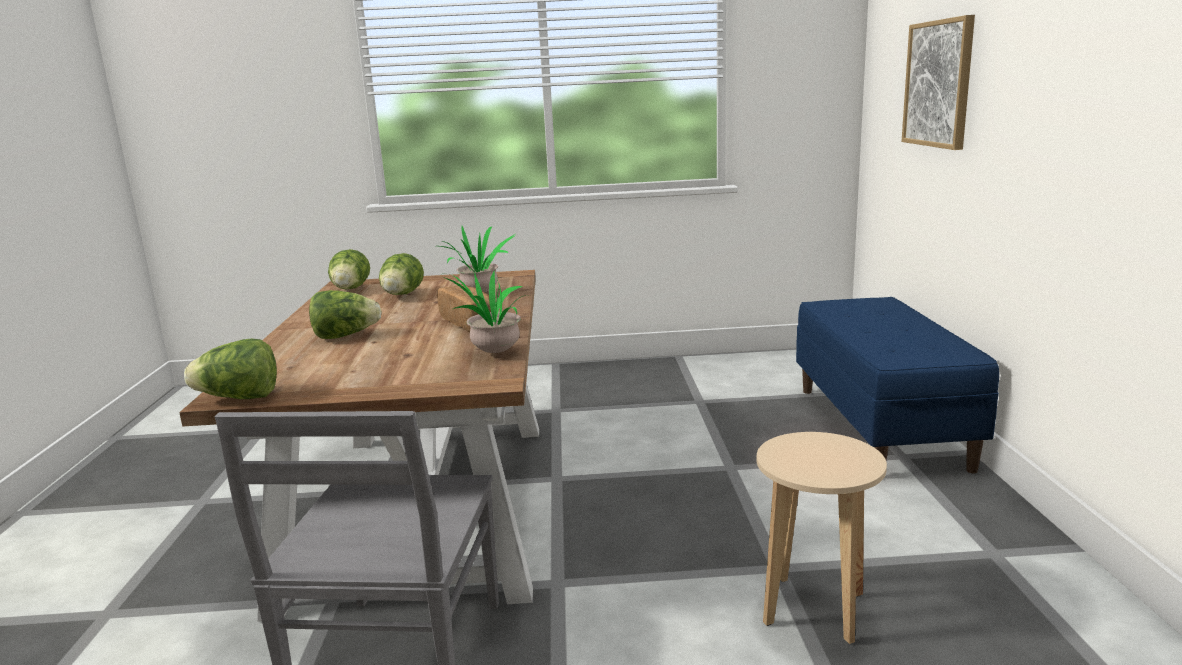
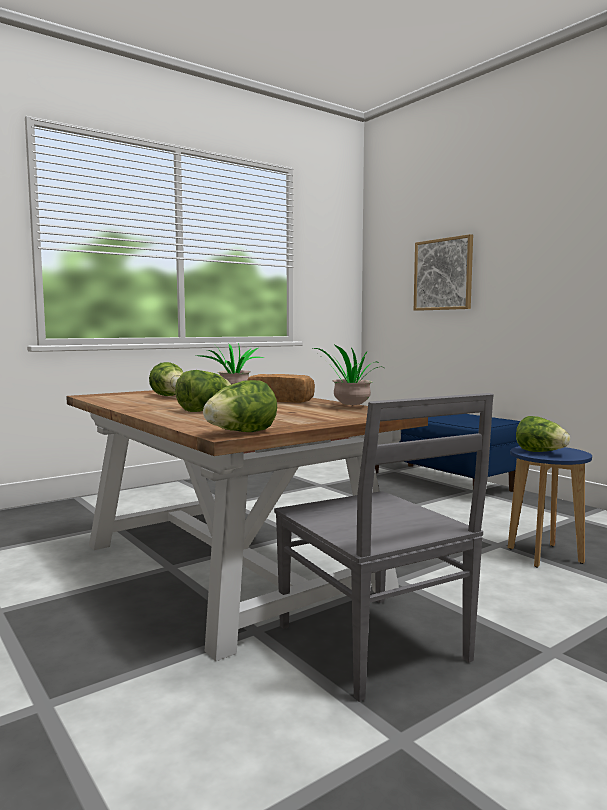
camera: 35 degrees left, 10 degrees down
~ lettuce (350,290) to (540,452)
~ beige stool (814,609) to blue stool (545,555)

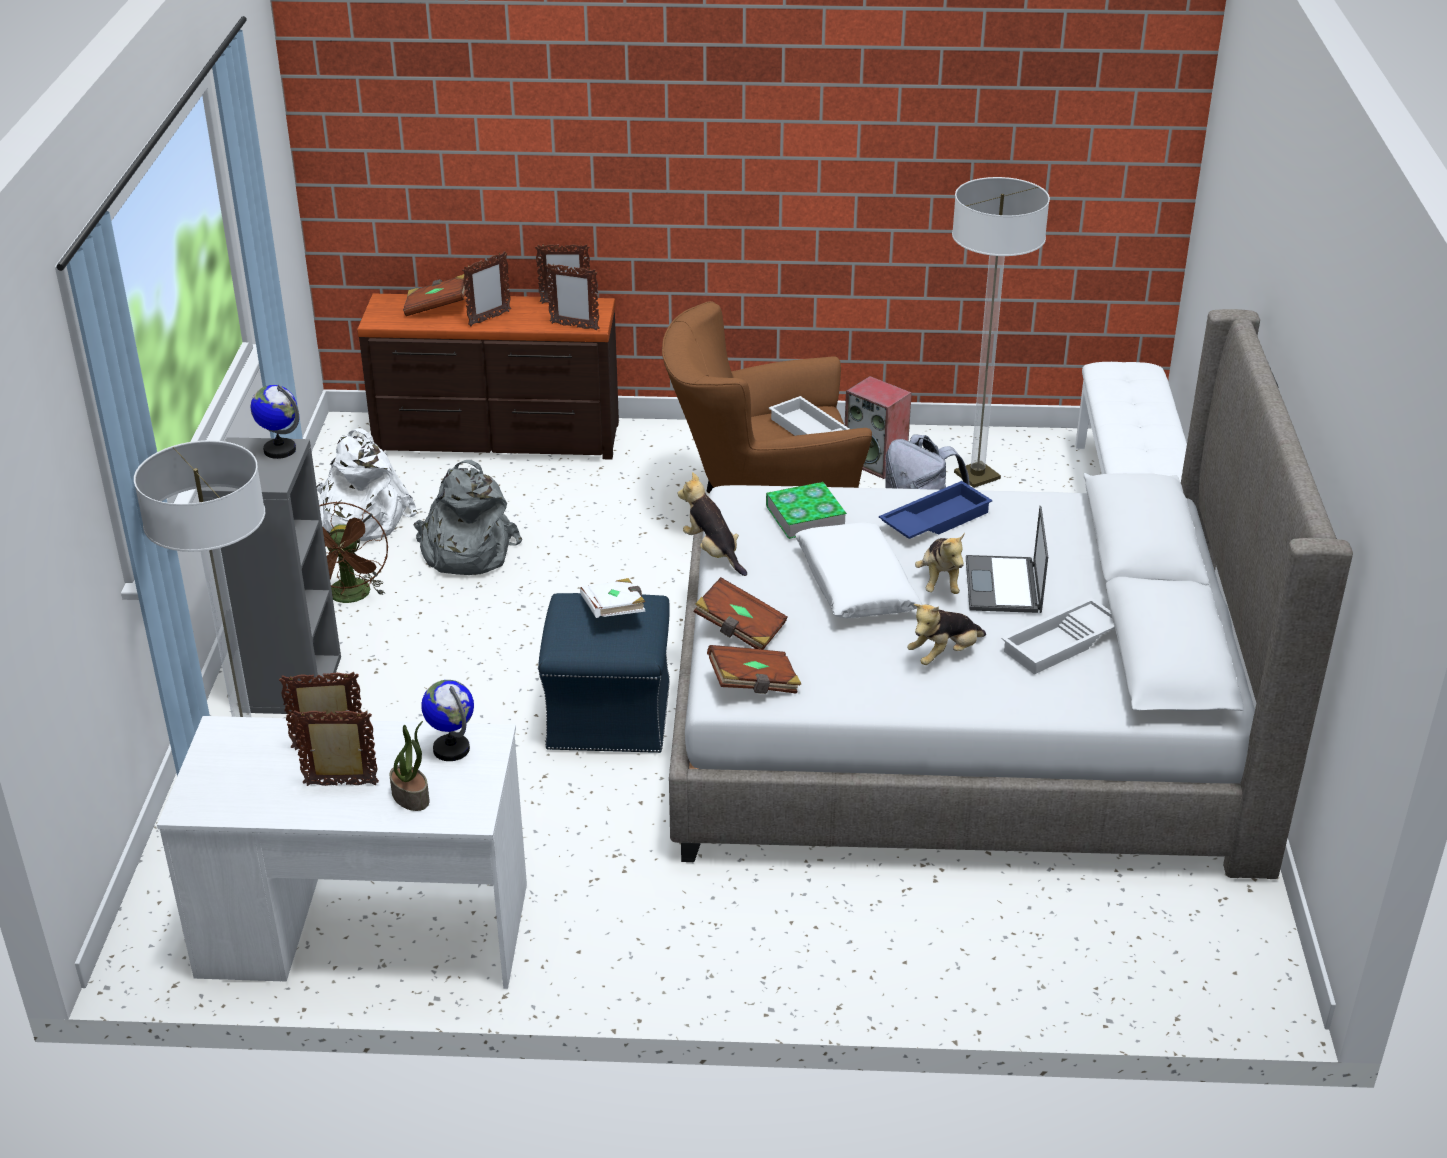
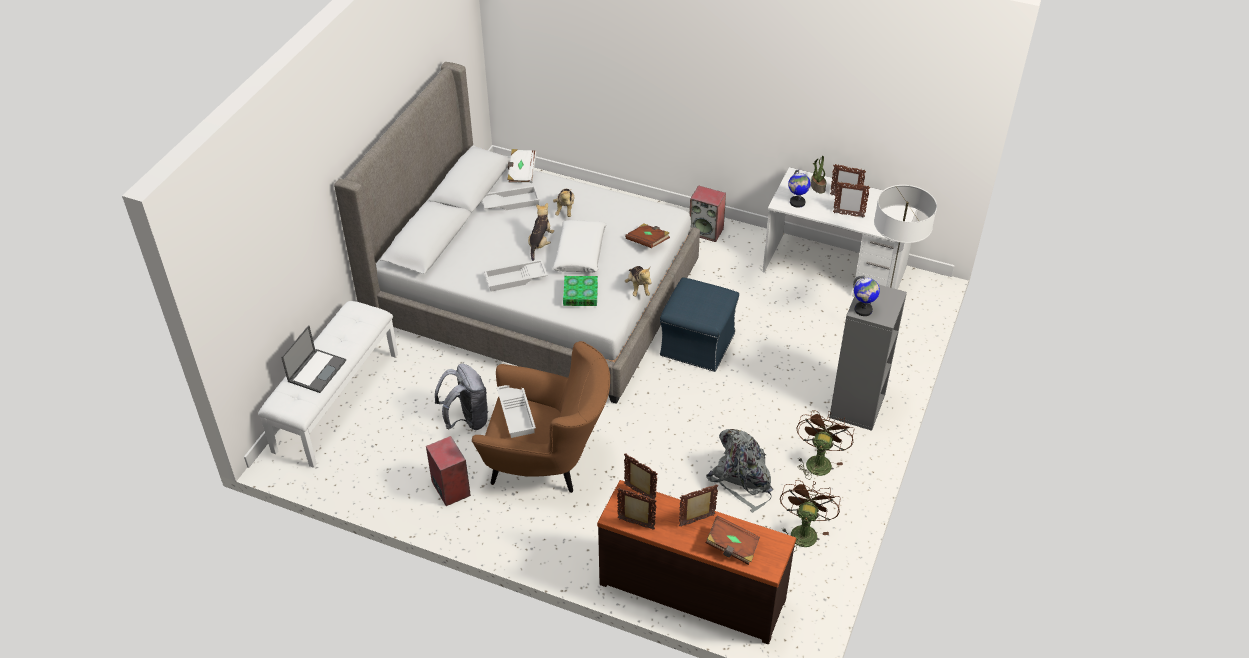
camera: 160 degrees left, 10 degrees up
~ white backpack (360,518) to brown fan (803,531)
~ white book (614,612) to (521,173)
- brown book (754,684)
~ blue tray (934,519) to white tray (515,279)
~ plush toy (944,654) = (565,209) 105 degrees clockwise
- floor lamp (977,476)
~ laptop (1003,586) to (317,370)
+ speaker (706,231)

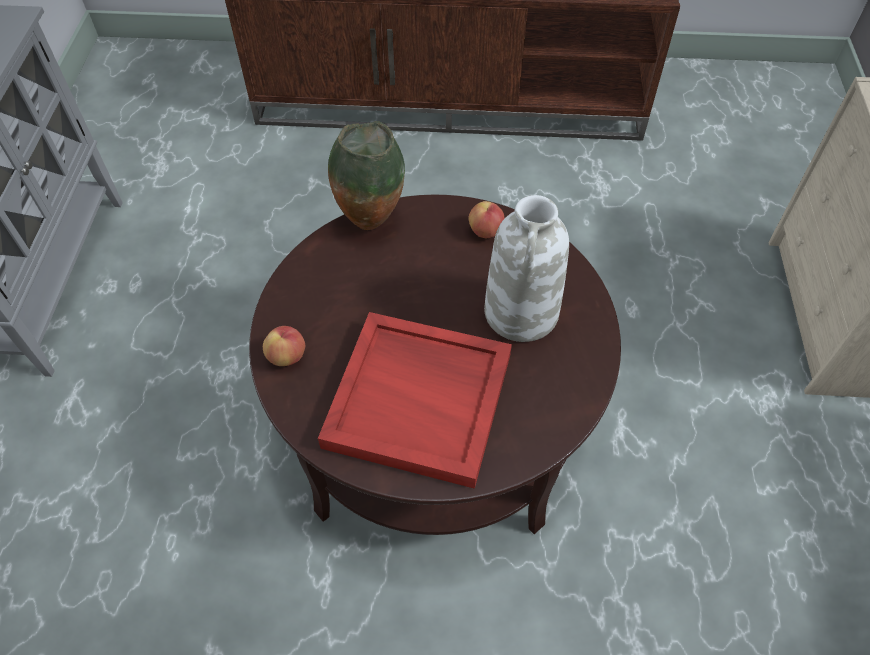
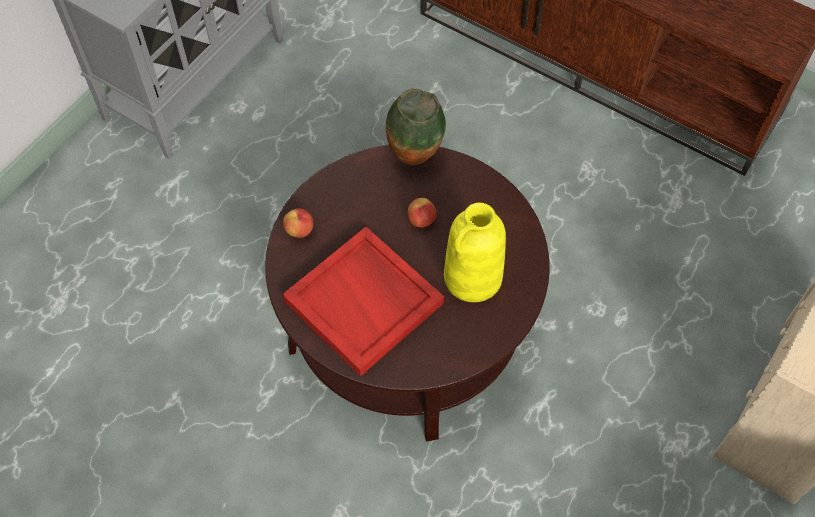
camera: 30 degrees right, 5 degrees up
~ apple (485,231) to (421,220)
~ white vase (522,313) to yellow vase (472,278)

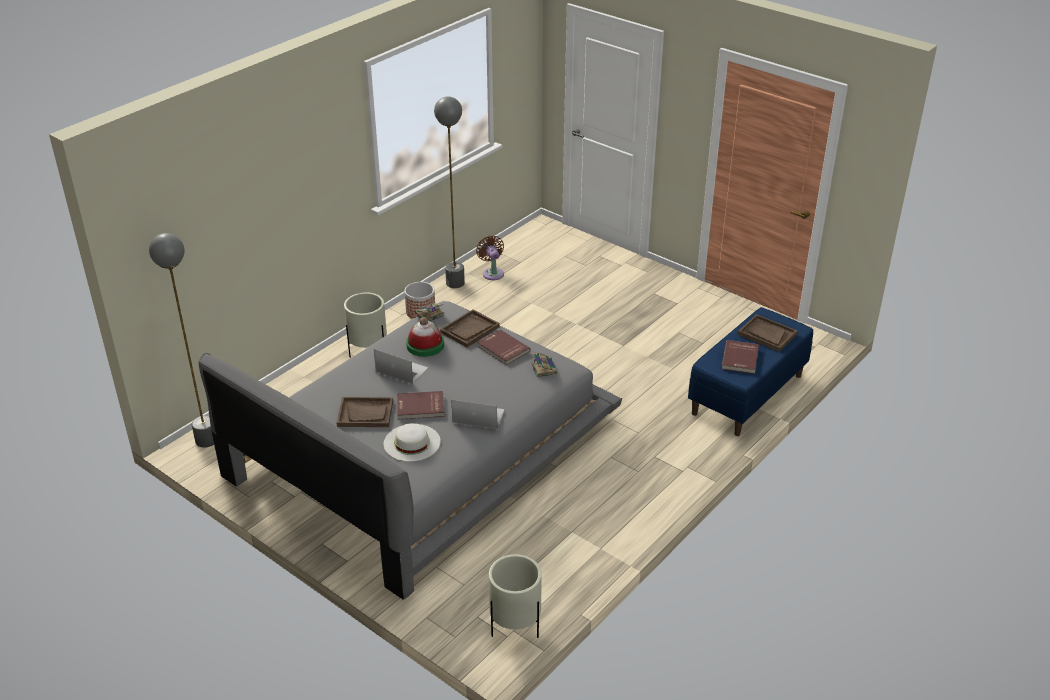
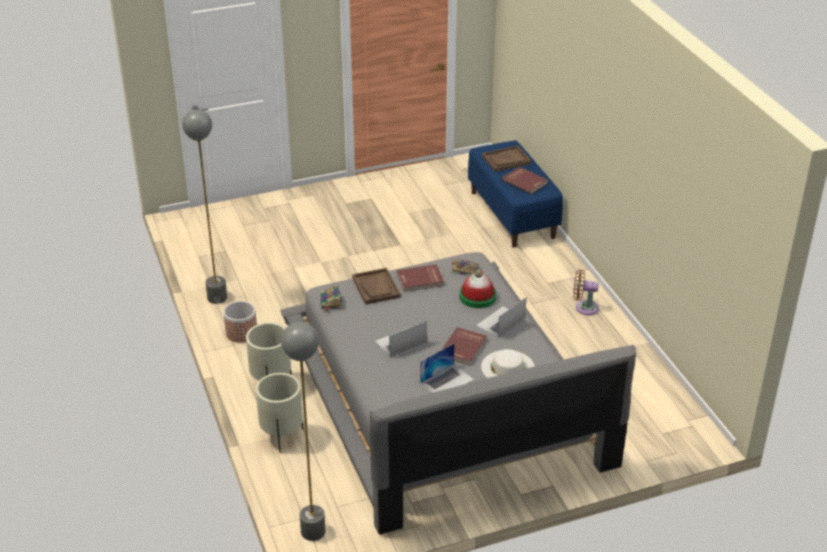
camera: 60 degrees left, 0 degrees up
~ brown tray (365,413) to laptop (447,381)
~ hat (425,345) to (477,297)
~ brown fan (492,273) to (584,307)
~ beige planter (515,626) to (282,436)

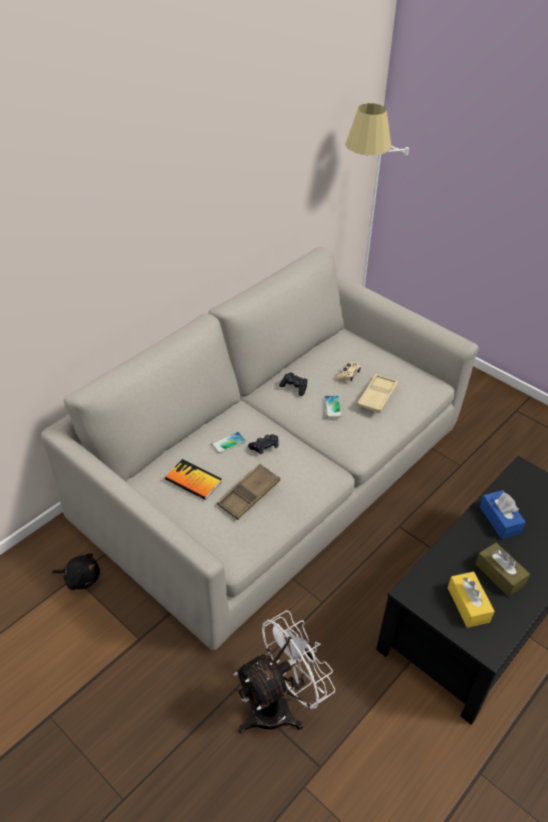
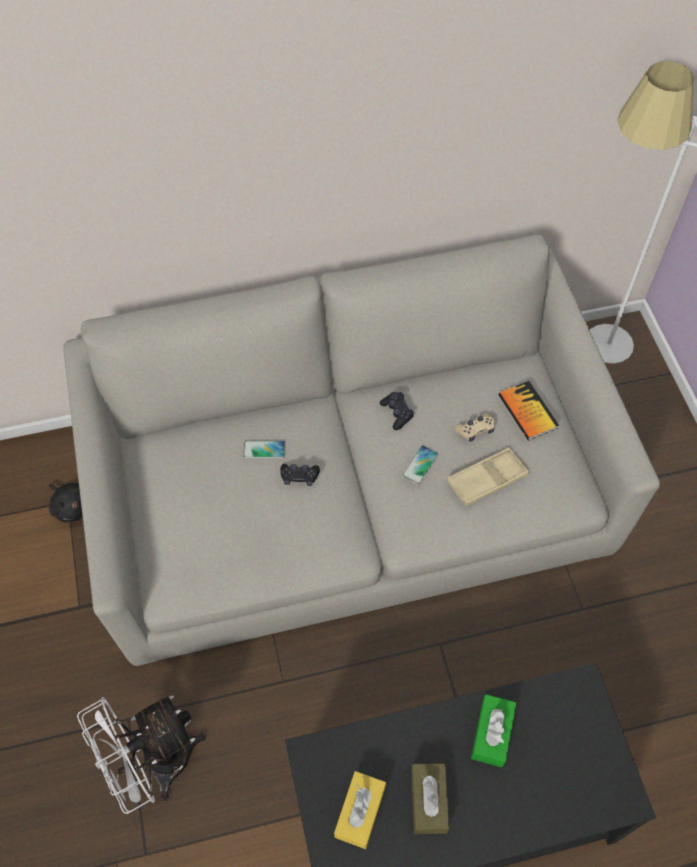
camera: 35 degrees right, 15 degrees up
~ book (193,480) to (527,411)
- brown tray (249,495)
~ white fan (279,705) = (155,765) 150 degrees clockwise
~ blue tissue box (499,520) to green tissue box (492,733)

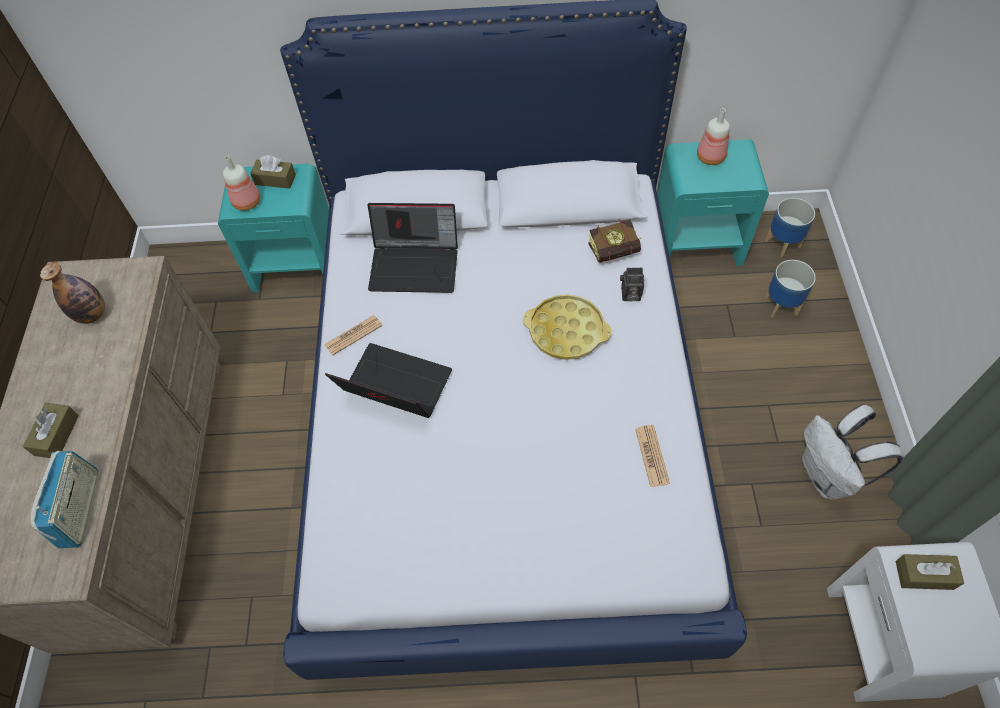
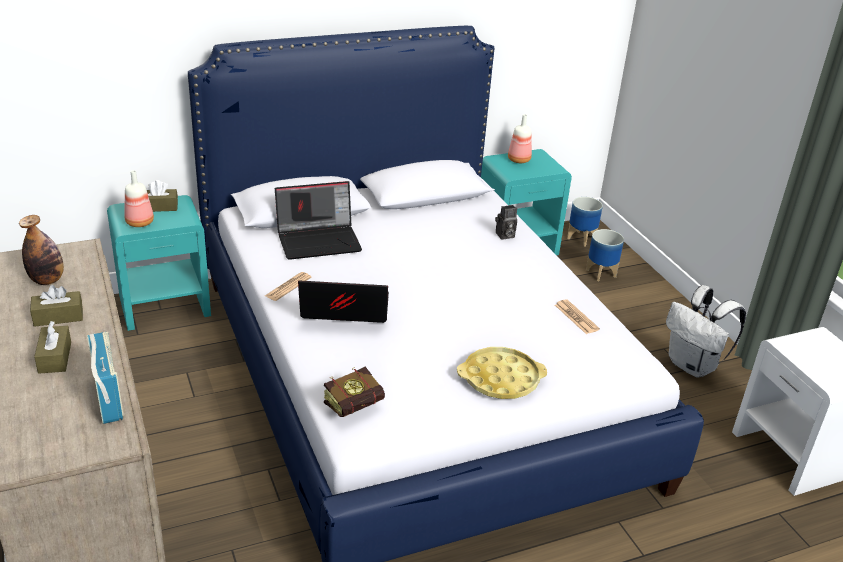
camera: 25 degrees left, 25 degrees down
~ yellow tray (566,331) to (501,379)
~ book (618,251) to (358,405)
~ brown tissue box (924,575) to (58,316)

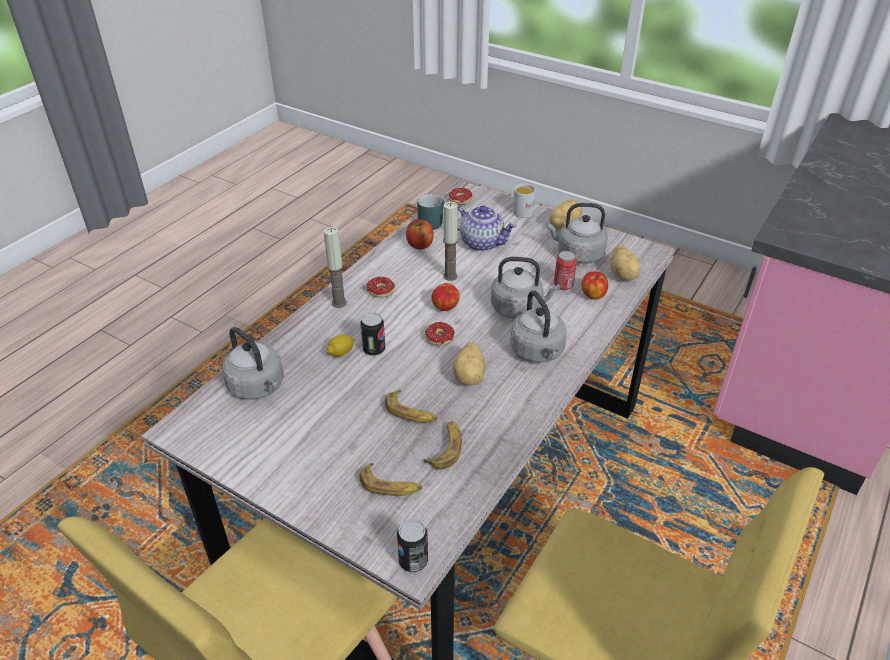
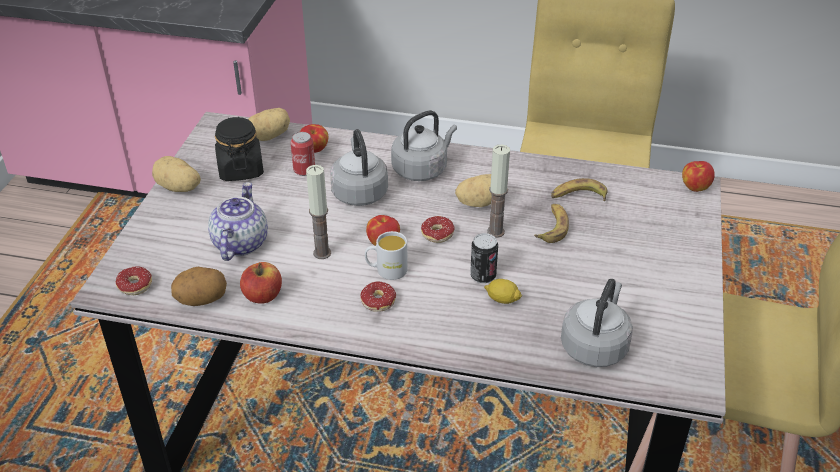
camera: 110 degrees left, 0 degrees up
~ candle (339,303) to (495,231)
- banana (390,486)
~ can (413,561) to apple (695,187)
~ turquoise mug (431,222) to potato (201,300)
~ white mug (524,210) to (386,270)
~ grey kettle (577,254) to black jar (240,169)

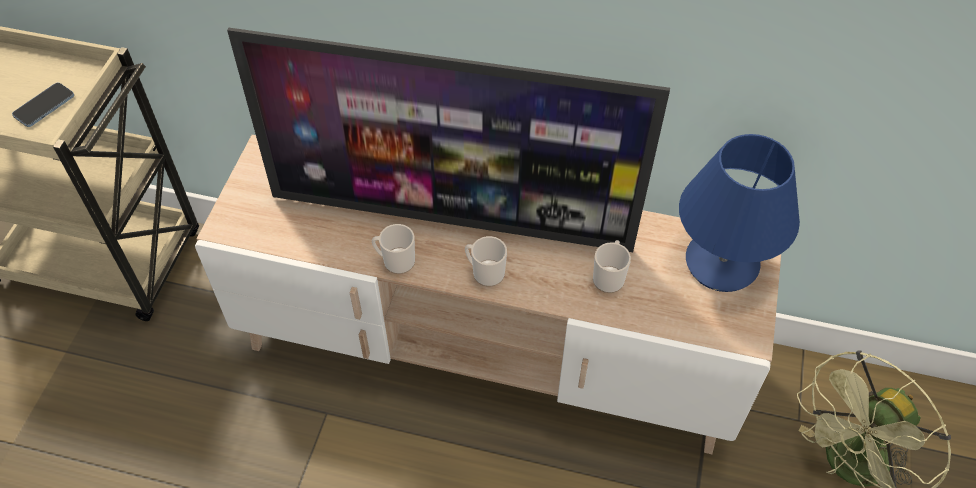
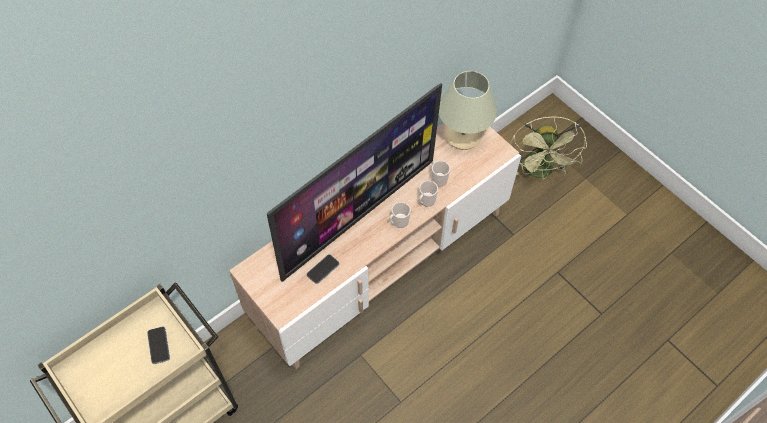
camera: 55 degrees left, 5 degrees up
~ mug (395,261) to (426,201)
~ blue table lamp (722,263) to beige table lamp (463,135)
+ phone (323,269)

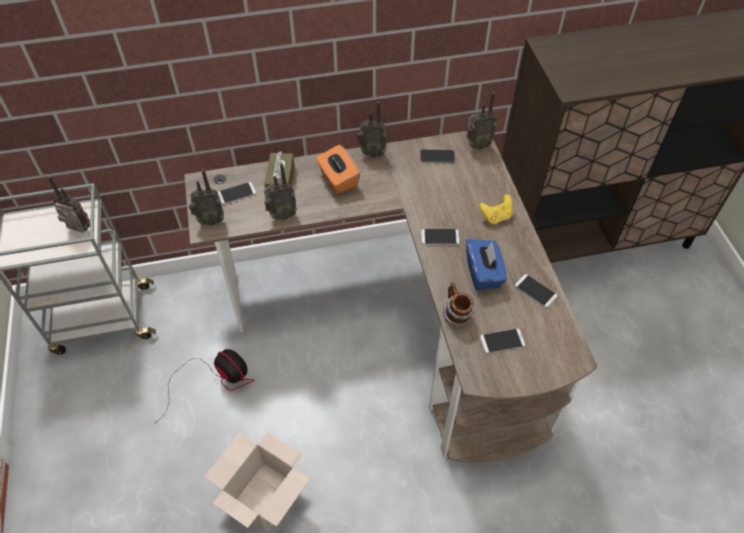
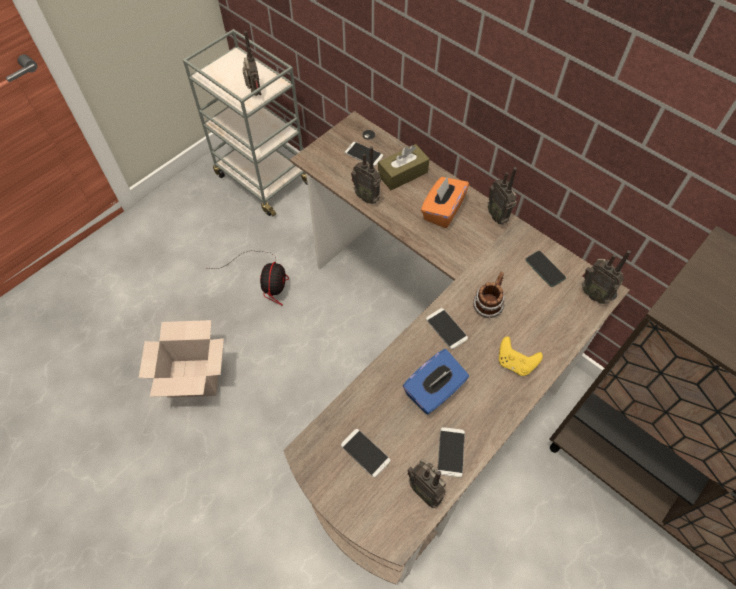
camera: 55 degrees right, 5 degrees up
~ radio (210,220) to (425,490)
~ mug (455,315) to (487,305)

